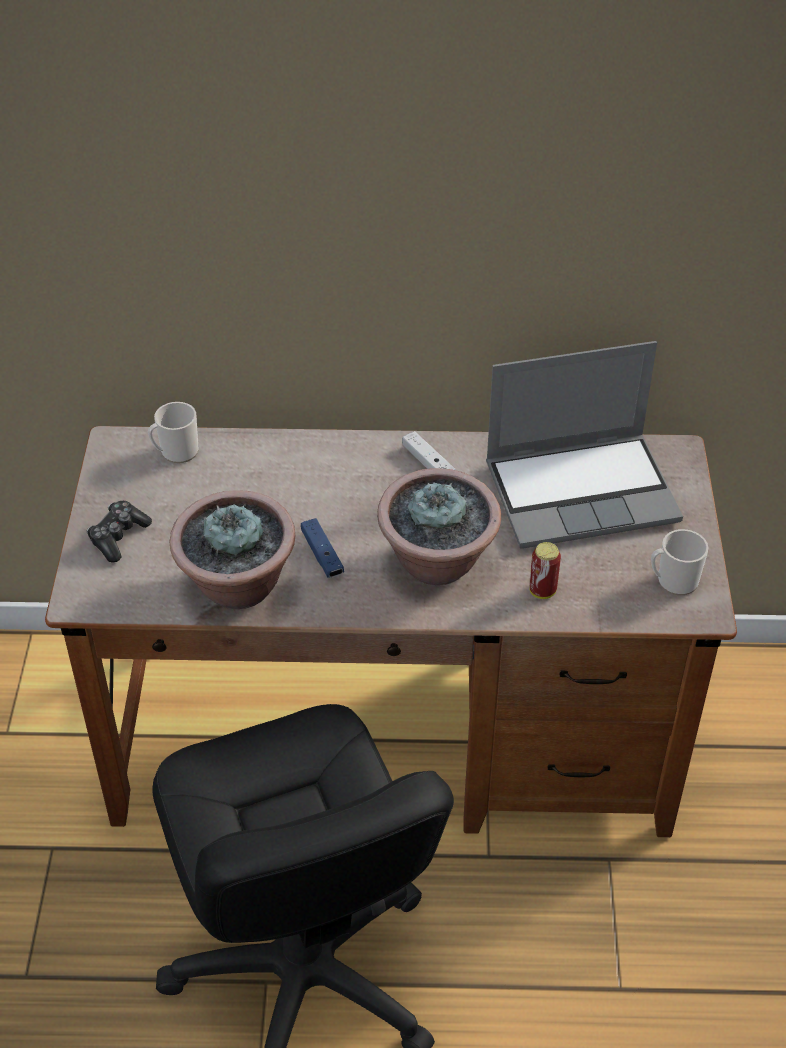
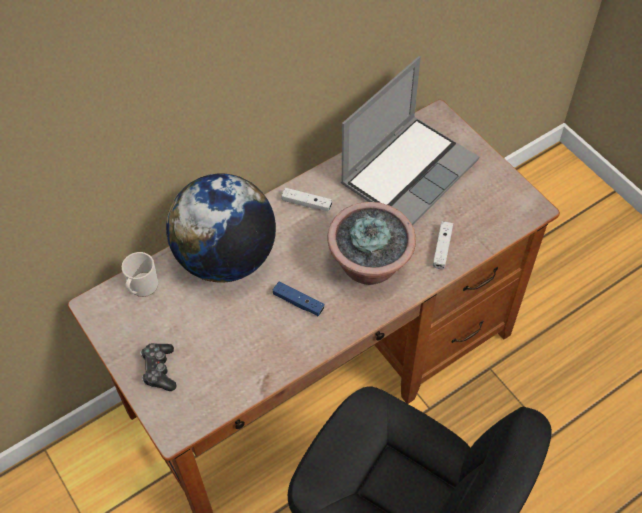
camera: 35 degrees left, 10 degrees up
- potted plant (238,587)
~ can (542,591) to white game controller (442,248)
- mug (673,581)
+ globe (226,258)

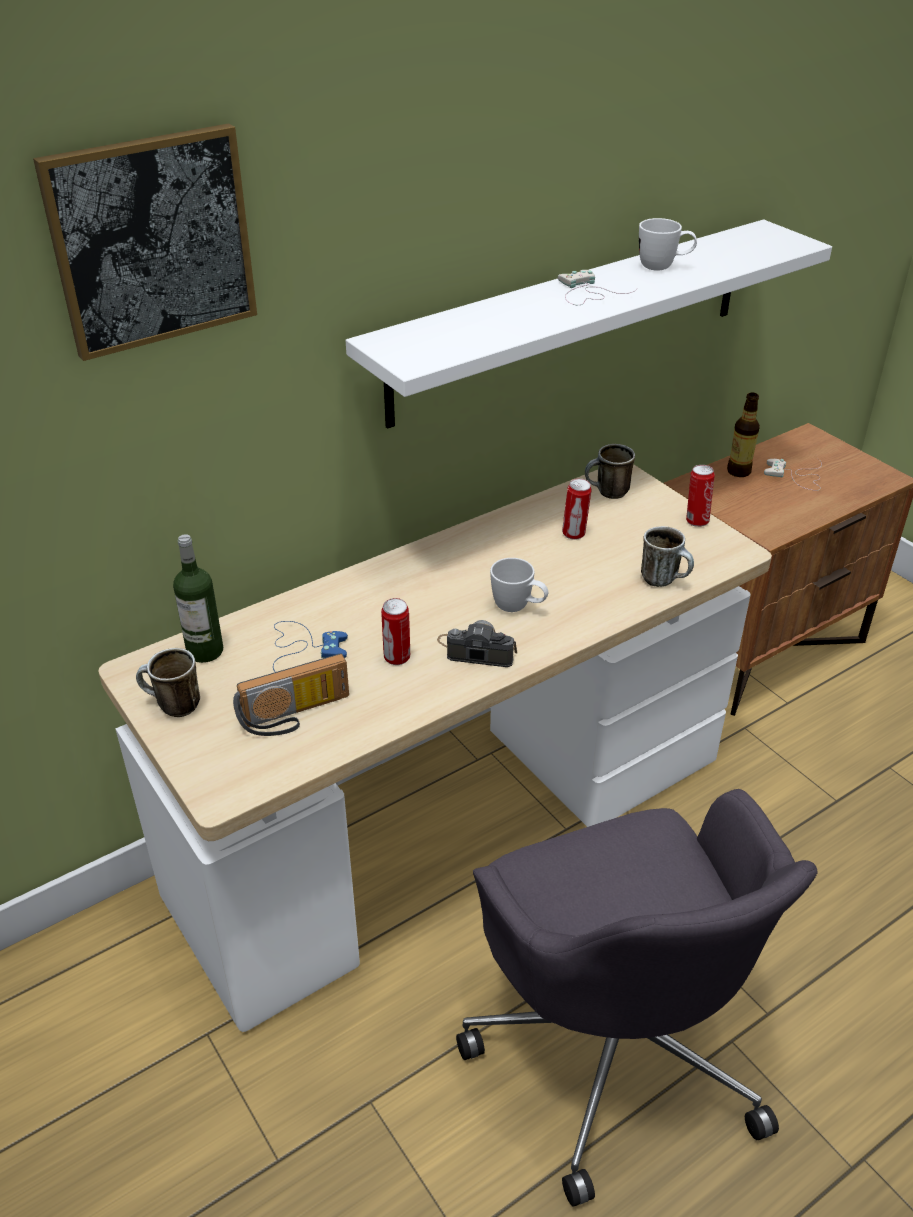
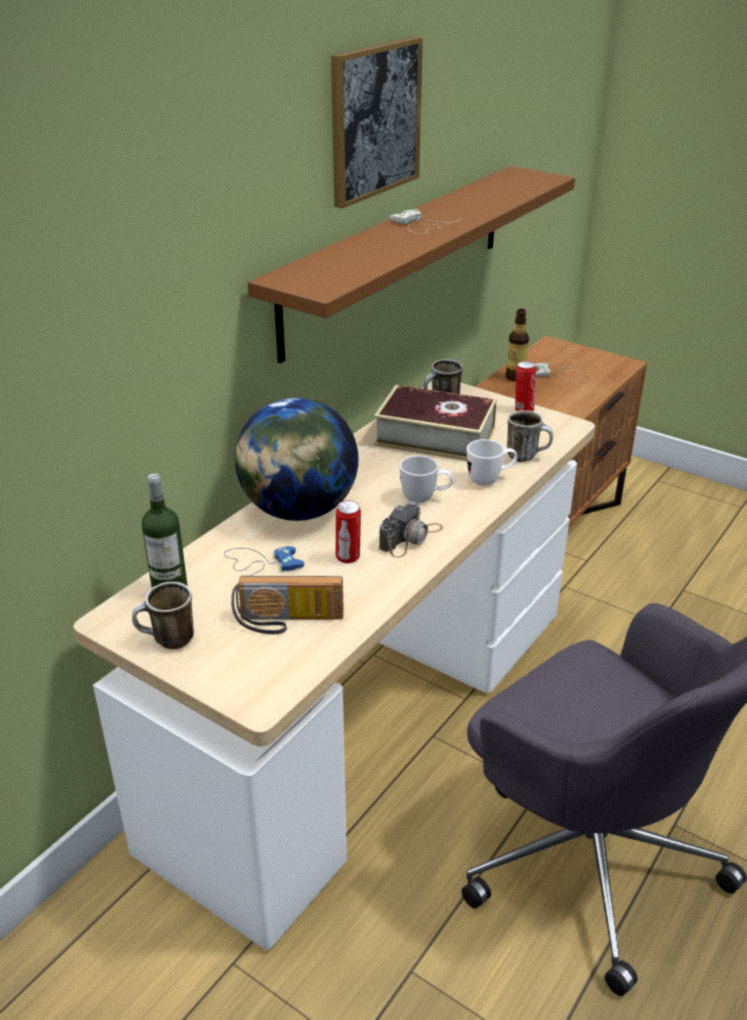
camera: 20 degrees left, 5 degrees down
~ picture (152,241) to (374,120)
~ radio (296,716) = (288,622) 45 degrees clockwise
~ white shelf (573,320) to brown shelf (398,256)
~ photo camera (475,650) = (411,537) 135 degrees clockwise
~ can (574,534) to book (435,436)
~ white mug (664,267) to (490,480)
+ globe (299,510)

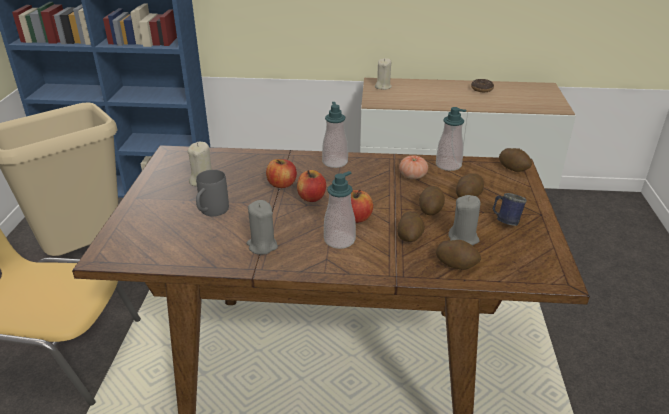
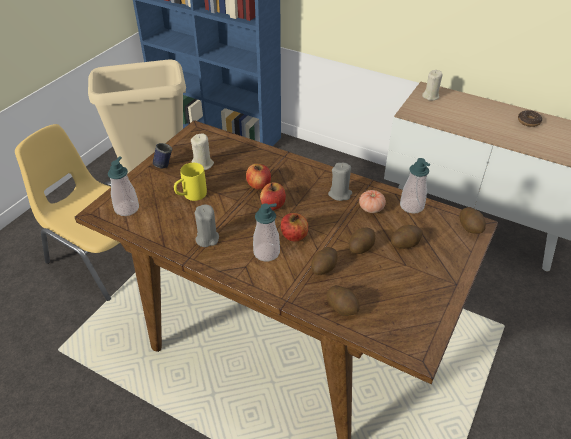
camera: 25 degrees right, 10 degrees up
~ grey mug (211,212) to yellow mug (191,196)
~ soap dispenser (335,162) to (127,208)
~ grey candle (463,239) to (340,194)
~ blue mug (505,221) to (163,163)

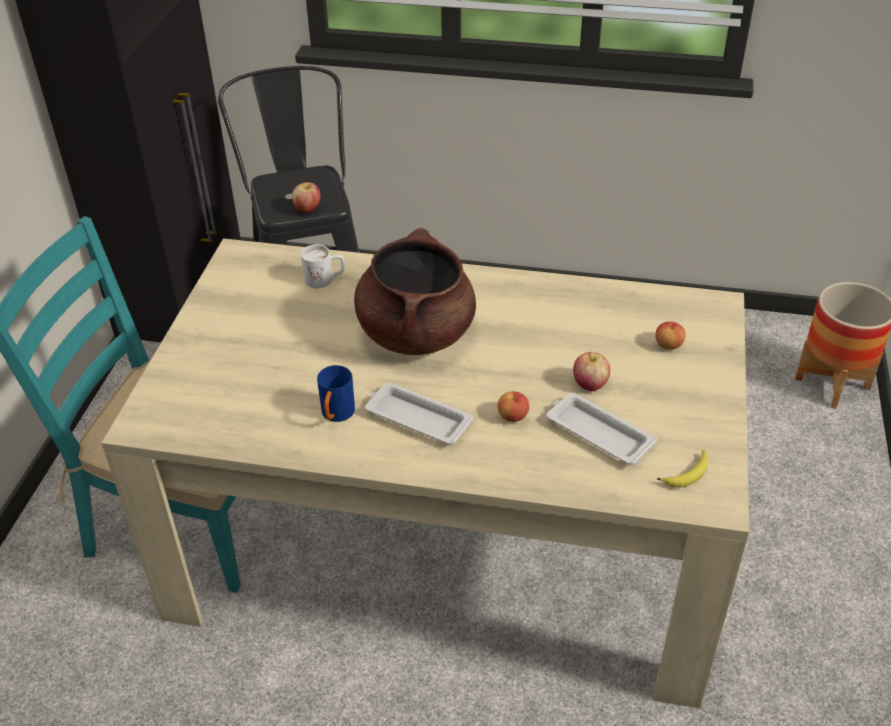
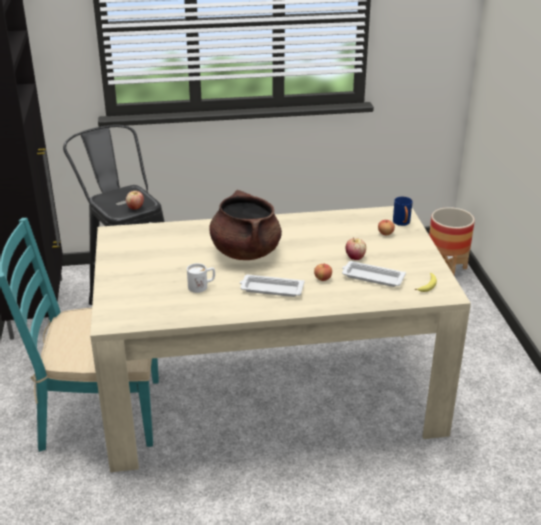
camera: 20 degrees left, 10 degrees down
~ white mug (325,279) to (202,286)
~ blue mug (336,416) to (402,223)

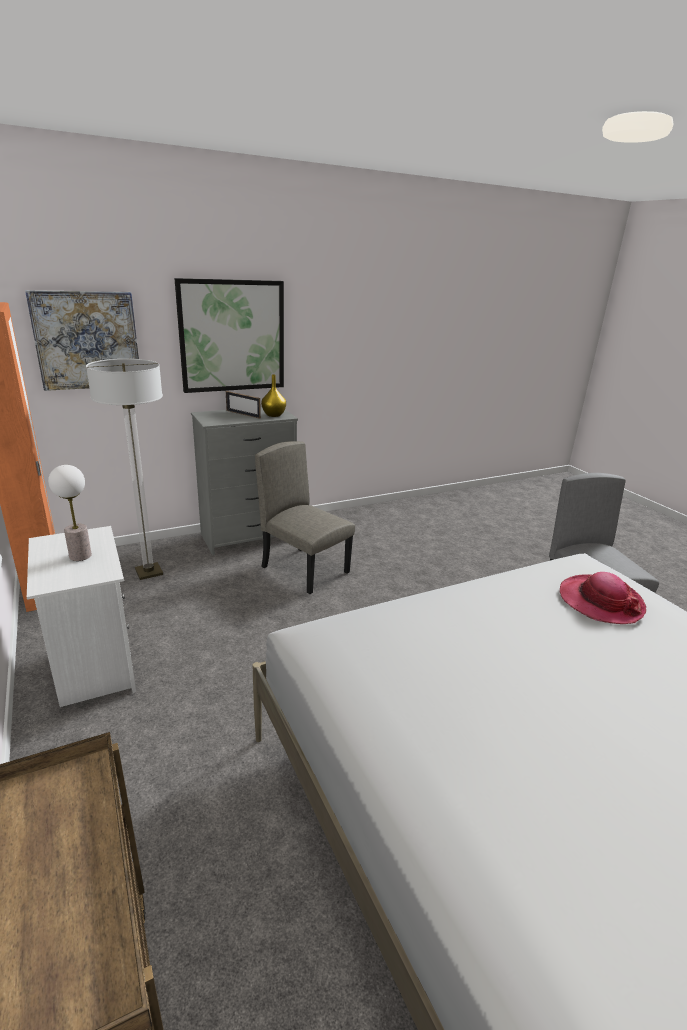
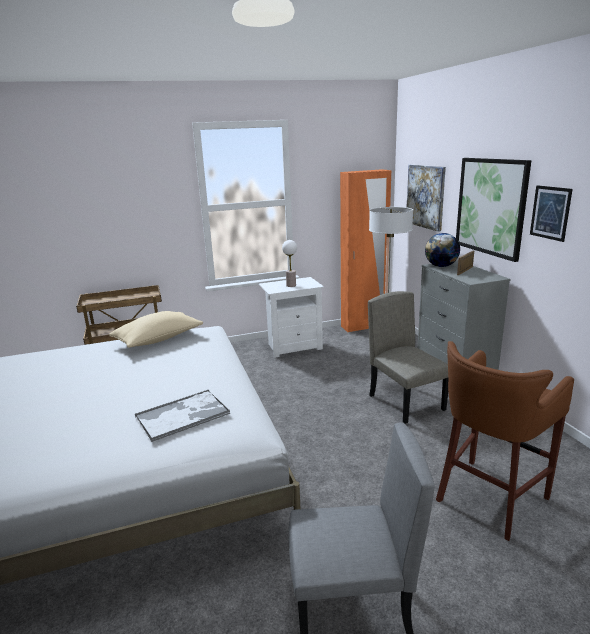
camera: 100 degrees right, 5 degrees down
~ beige chair (305,569) = (406,402) 75 degrees counterclockwise
- yellow vase (273,415)
~ hat (600,601) to tray (183,415)
+ beige pillow (159,340)
+ globe (441,266)
+ brown stool (488,499)
+ picture (550,212)

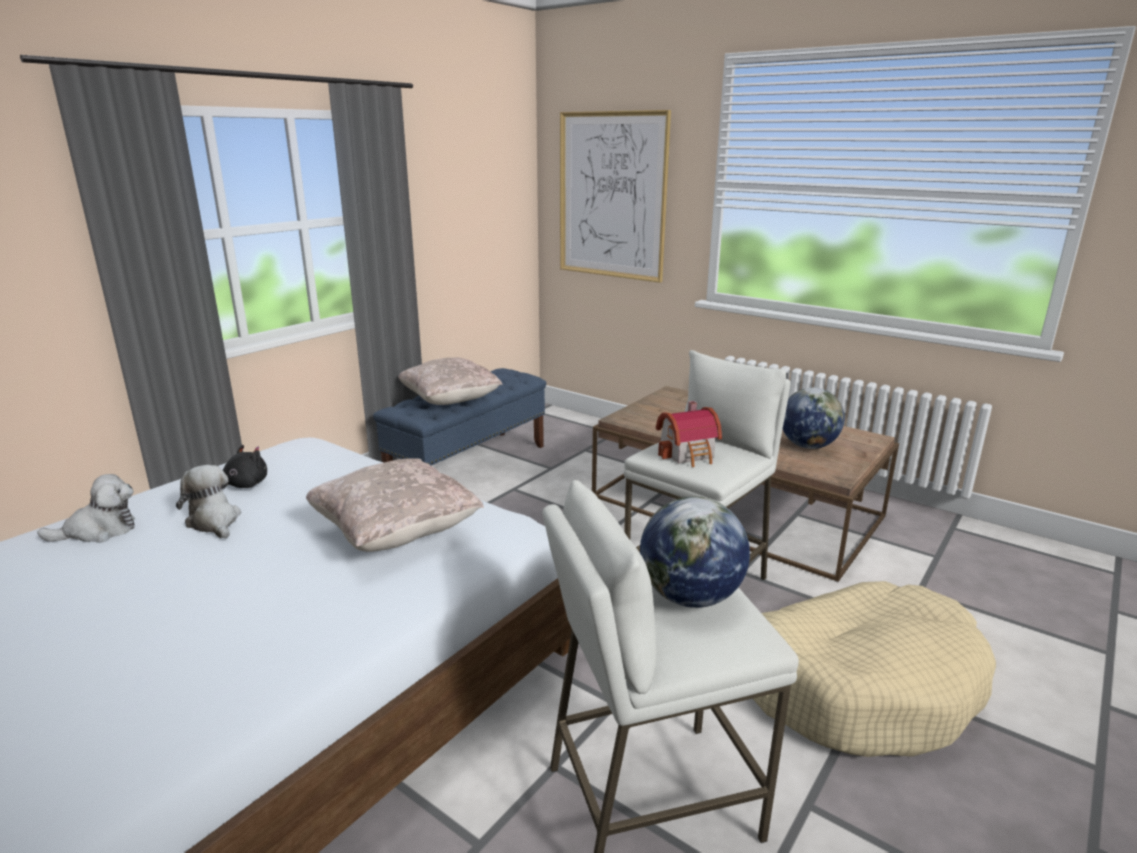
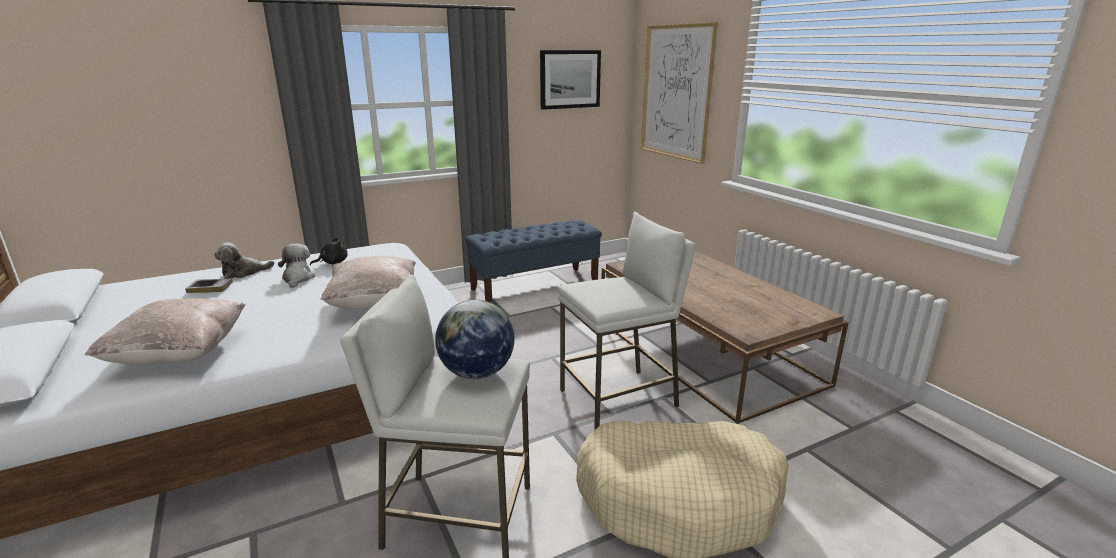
camera: 25 degrees right, 0 degrees up
~ plush toy (99,531) = (243,273) 150 degrees clockwise
~ beige pillow (450,401) to (179,355)
- toy house (689,454)
- globe (808,446)
+ book (210,288)
+ picture (570,79)

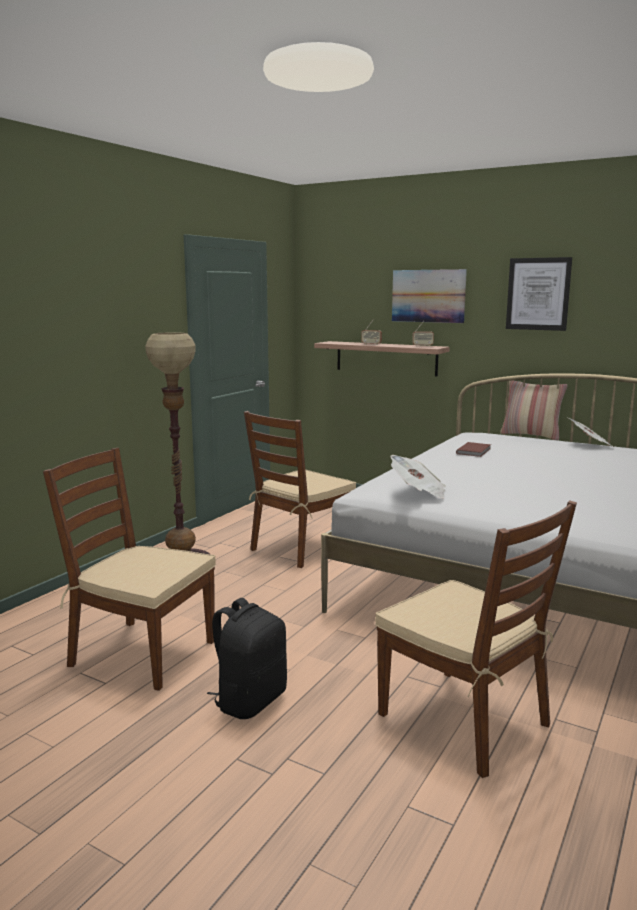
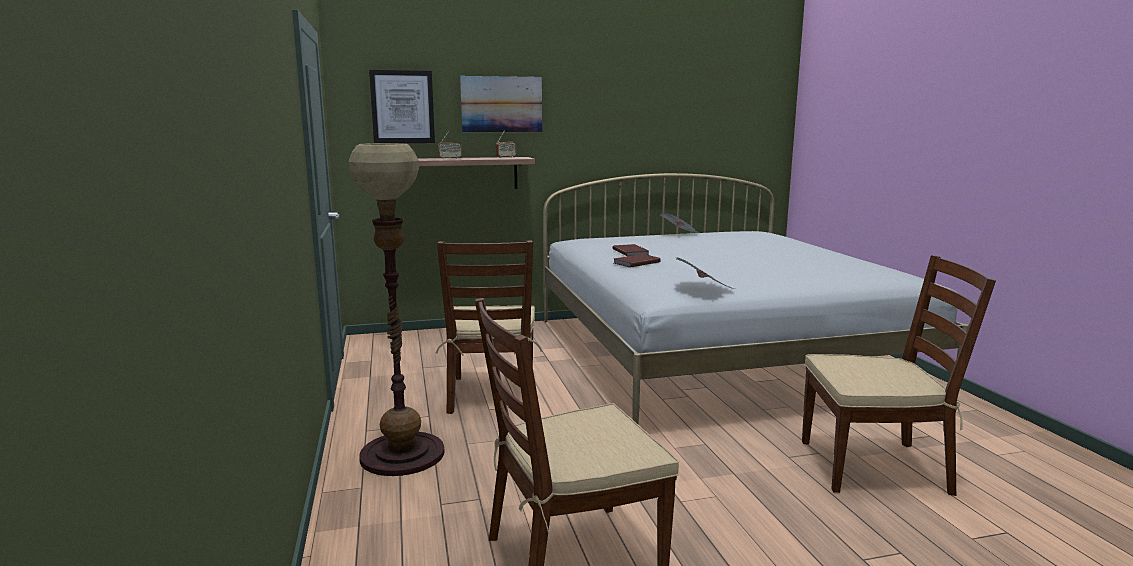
camera: 45 degrees left, 0 degrees up
- black backpack (250,700)
- pillow (531,435)
~ picture (538,294) to (402,107)
+ brown book (635,262)

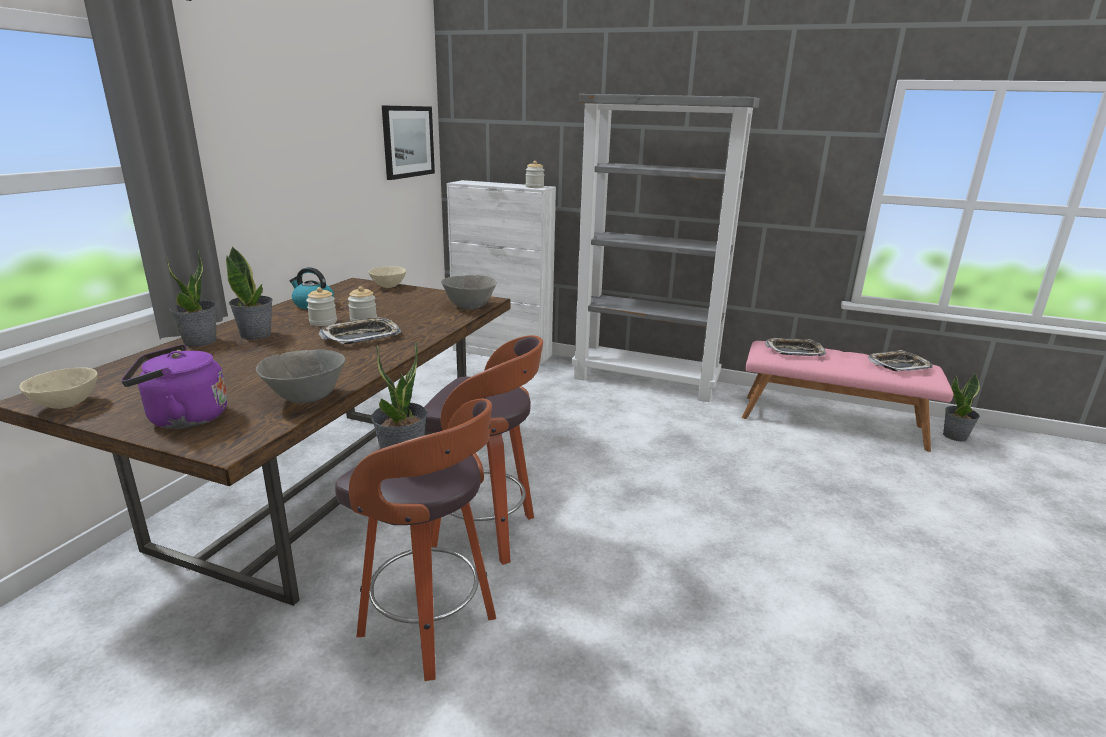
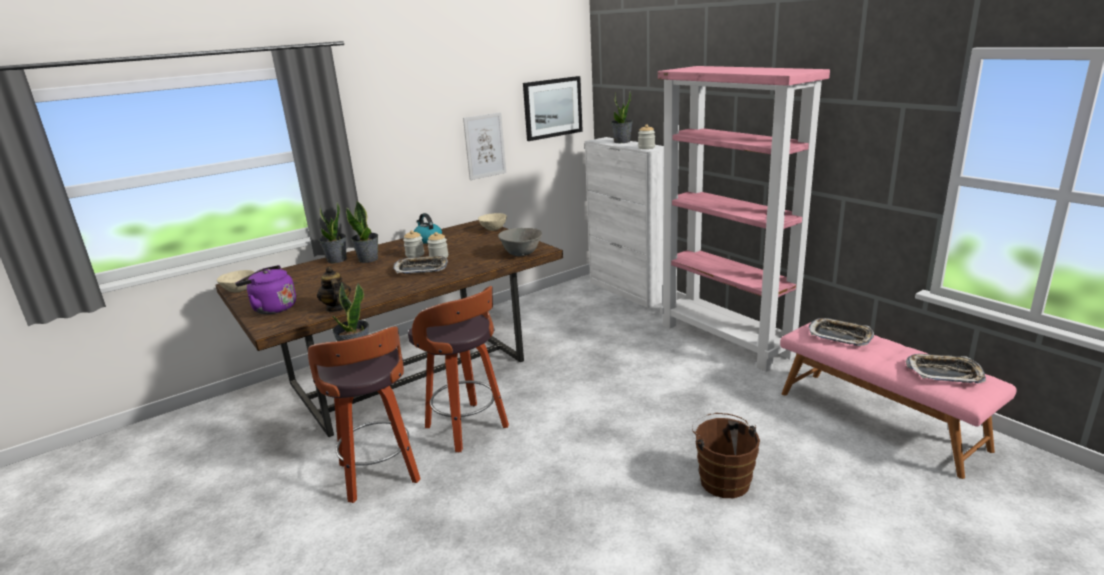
camera: 35 degrees right, 0 degrees up
~ grey bowl (306,399) to teapot (336,308)
~ grey bookcase (646,381) to pink bookcase (727,340)
~ potted plant (955,436) to (622,142)
+ picture (484,146)
+ brown bucket (723,479)

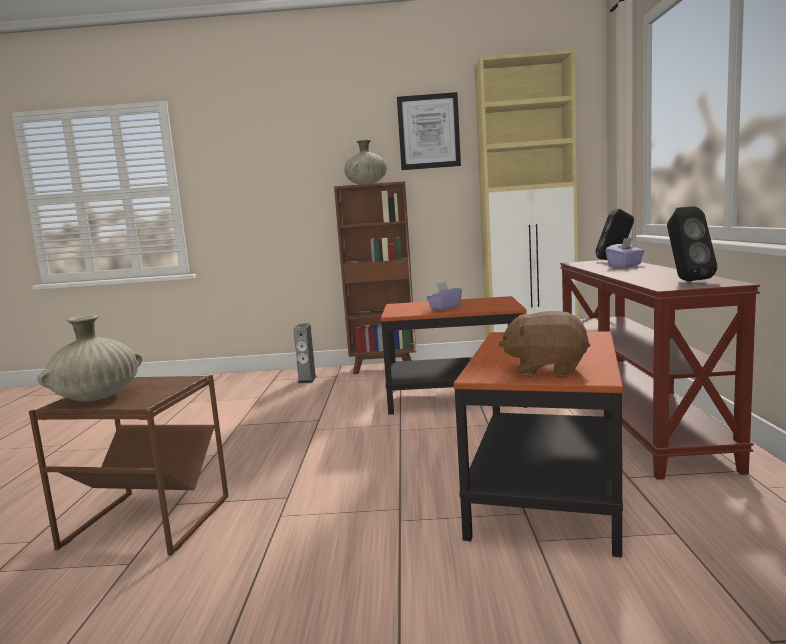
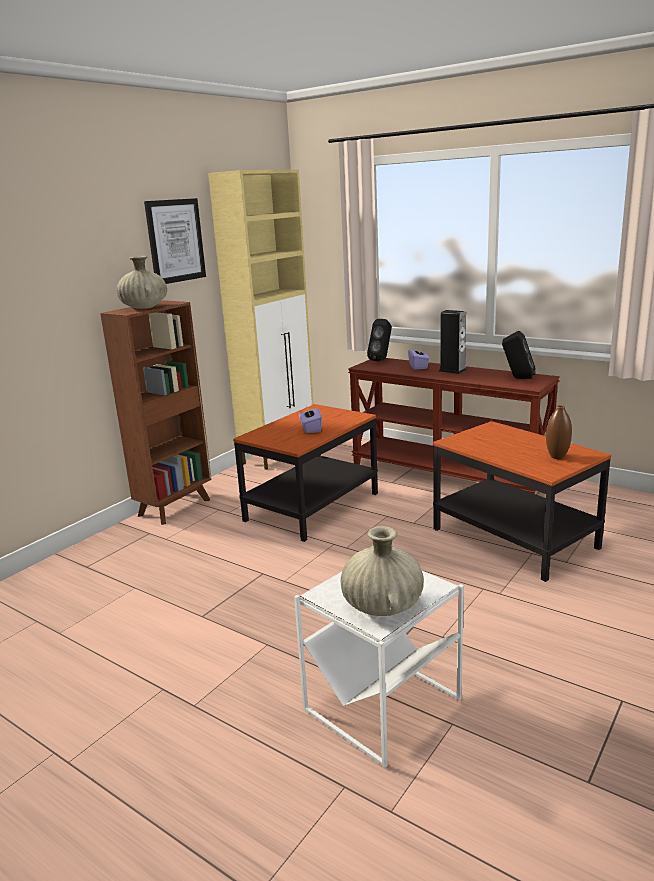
camera: 55 degrees left, 10 degrees up
~ brown side table (147,522) to white side table (380,705)
~ speaker (307,379) to (452,370)
~ brown plush toy (546,369) to brown vase (557,457)

